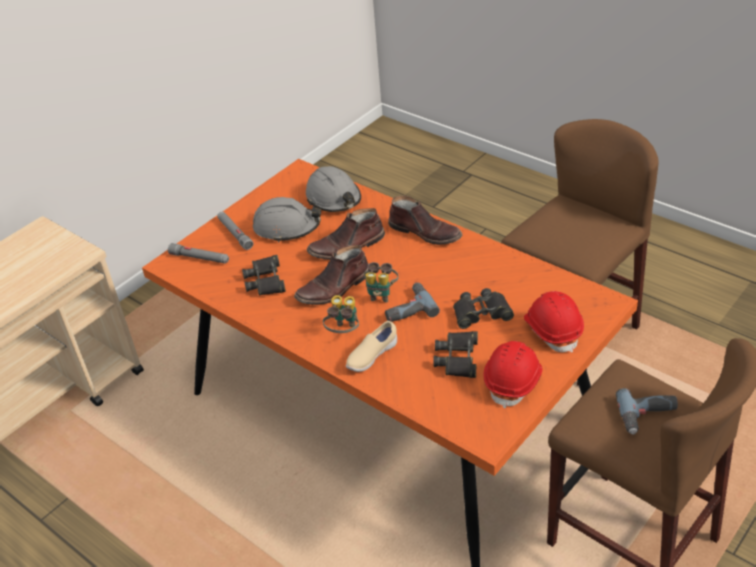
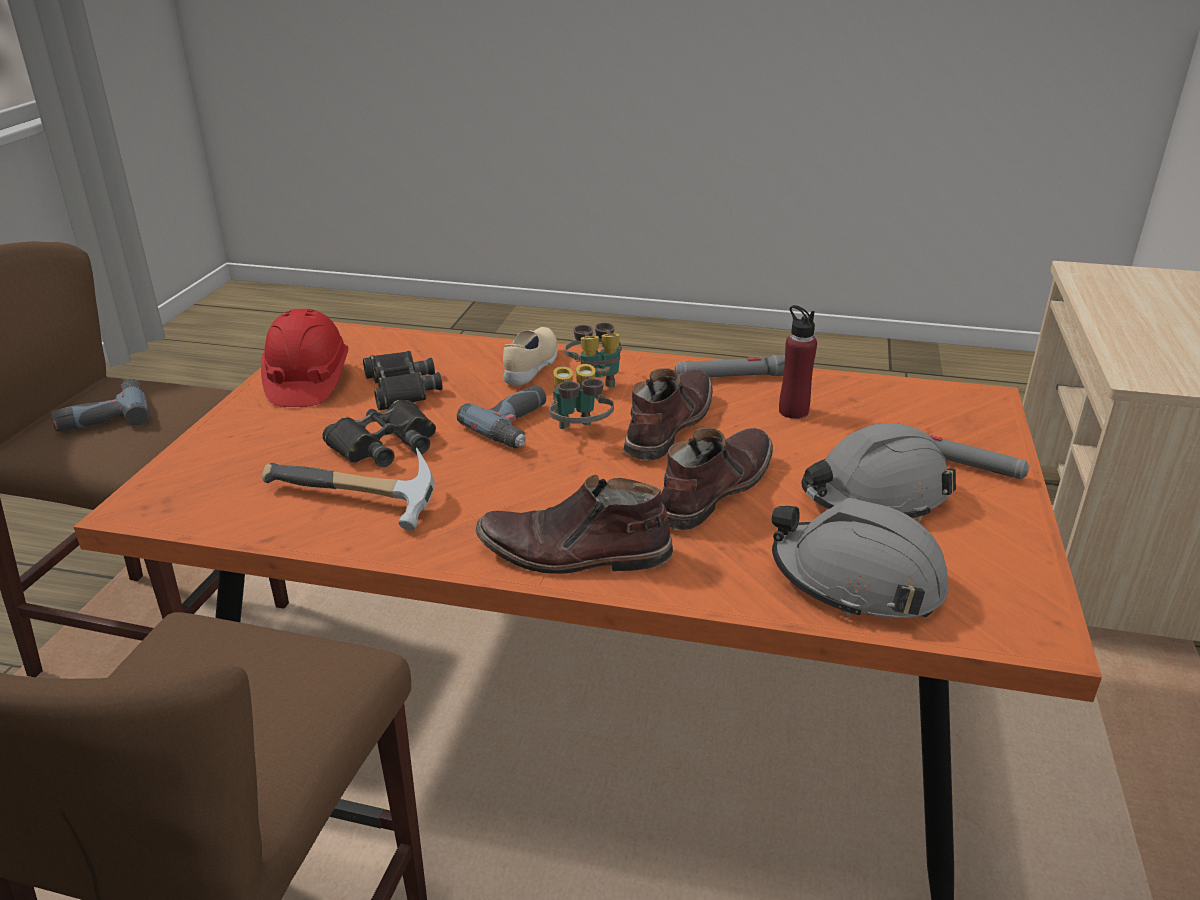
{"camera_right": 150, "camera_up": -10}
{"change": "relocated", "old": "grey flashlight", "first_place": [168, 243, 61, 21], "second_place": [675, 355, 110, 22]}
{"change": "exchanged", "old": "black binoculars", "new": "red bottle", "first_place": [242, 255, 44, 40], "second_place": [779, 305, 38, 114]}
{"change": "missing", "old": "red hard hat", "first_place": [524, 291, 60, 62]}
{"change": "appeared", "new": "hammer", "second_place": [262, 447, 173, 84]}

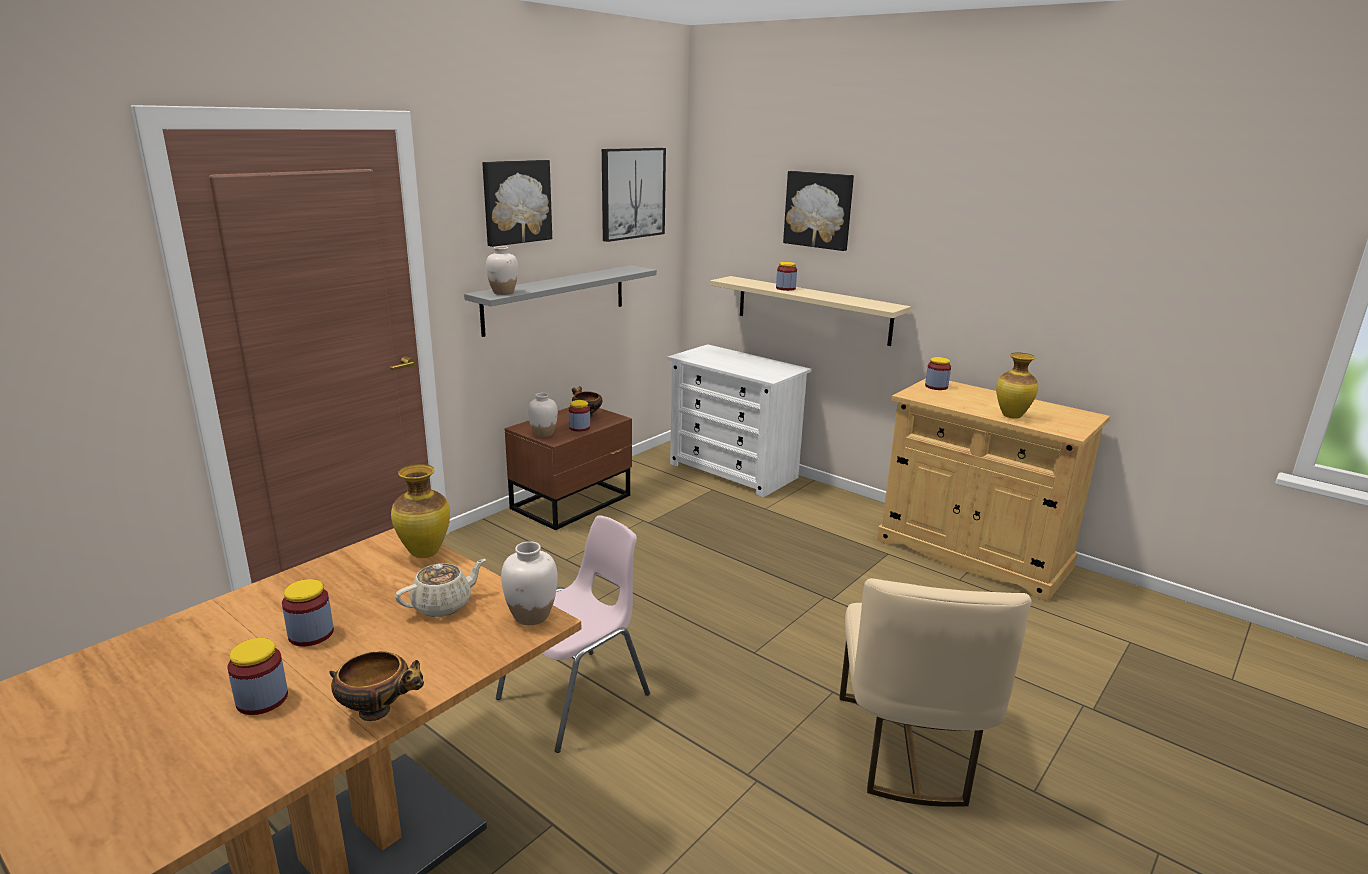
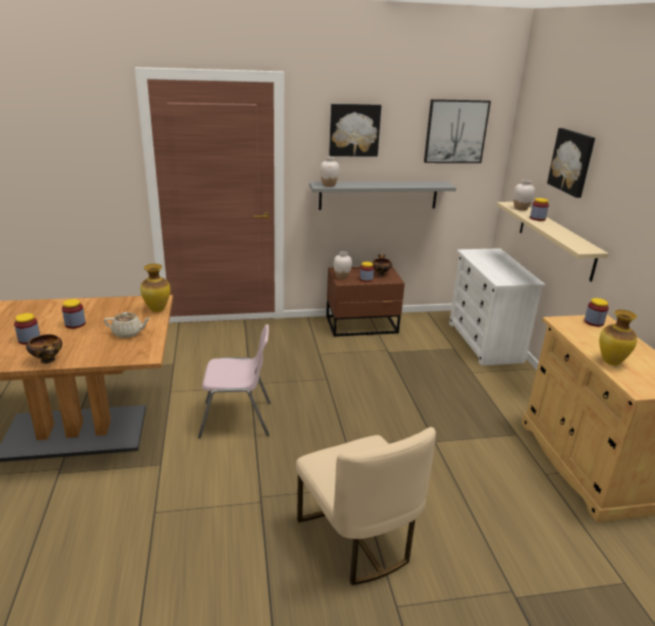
{"camera_right": 40, "camera_up": 5}
{"change": "relocated", "old": "white vase", "first_place": [501, 541, 57, 84], "second_place": [513, 180, 22, 31]}
{"change": "spun", "old": "beige chair", "first_place": [840, 578, 192, 229], "second_place": [296, 427, 140, 158], "degrees": -75}

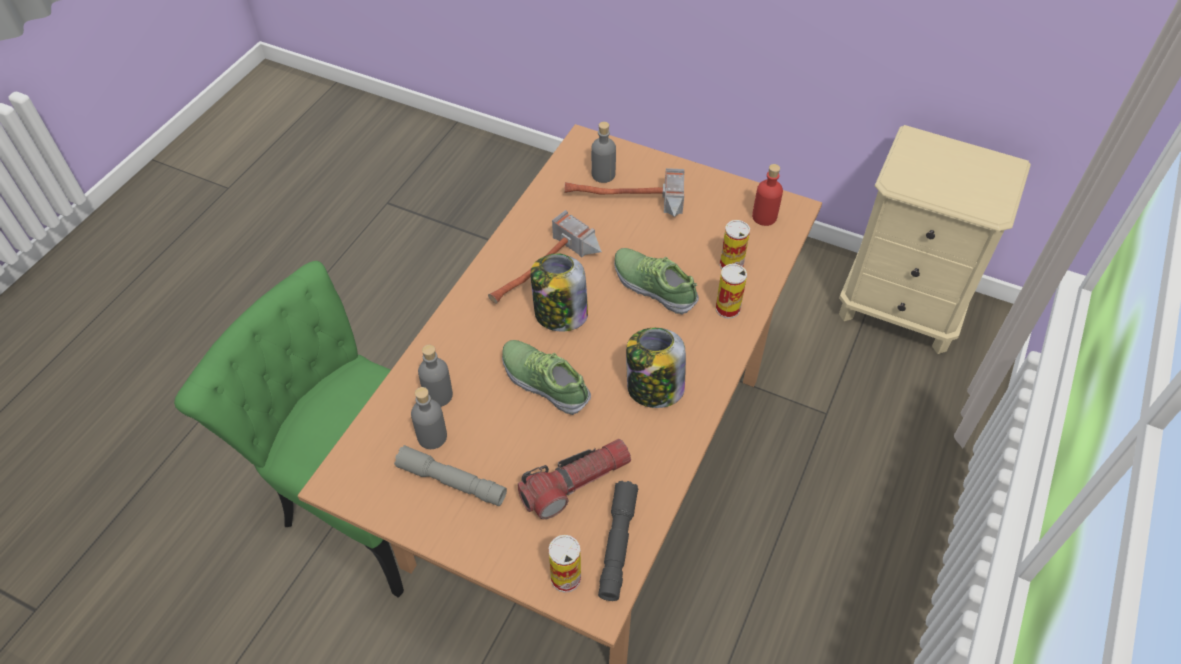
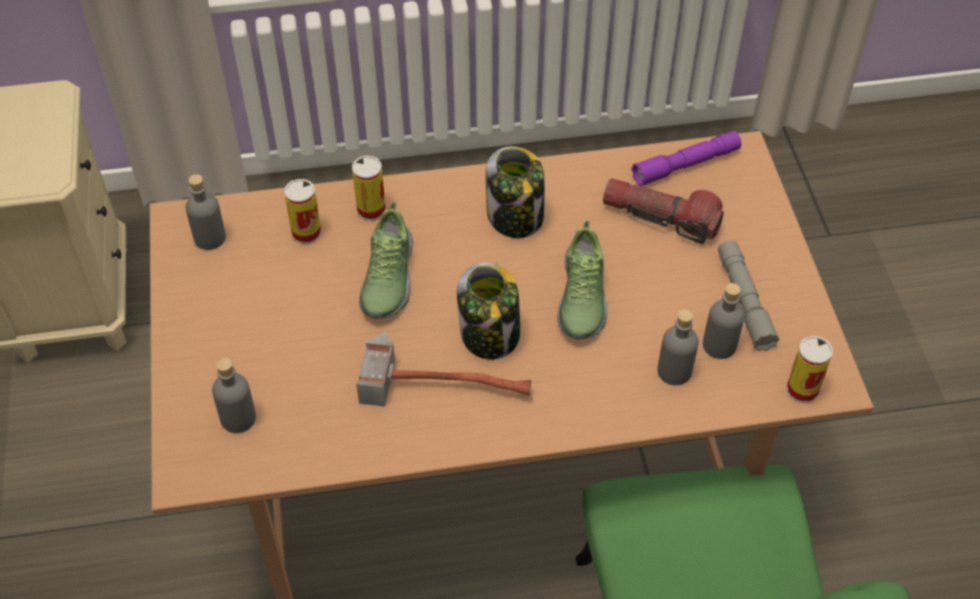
{"camera_right": -125, "camera_up": 0}
{"change": "relocated", "old": "can", "first_place": [548, 535, 33, 58], "second_place": [786, 336, 47, 67]}
{"change": "missing", "old": "hammer", "first_place": [564, 168, 121, 49]}
{"change": "colour", "old": "grey flashlight", "new": "purple flashlight", "first_place": [598, 481, 40, 120], "second_place": [632, 131, 109, 55]}
{"change": "colour", "old": "red bottle", "new": "grey bottle", "first_place": [752, 164, 31, 62], "second_place": [185, 174, 41, 76]}

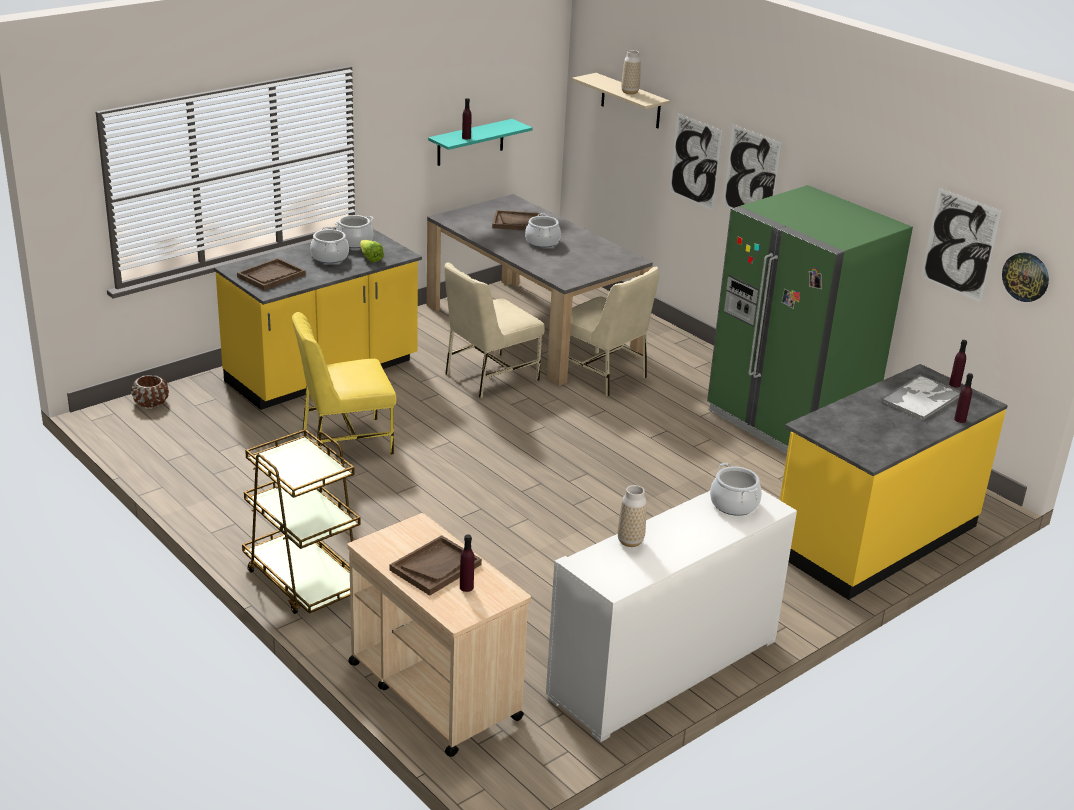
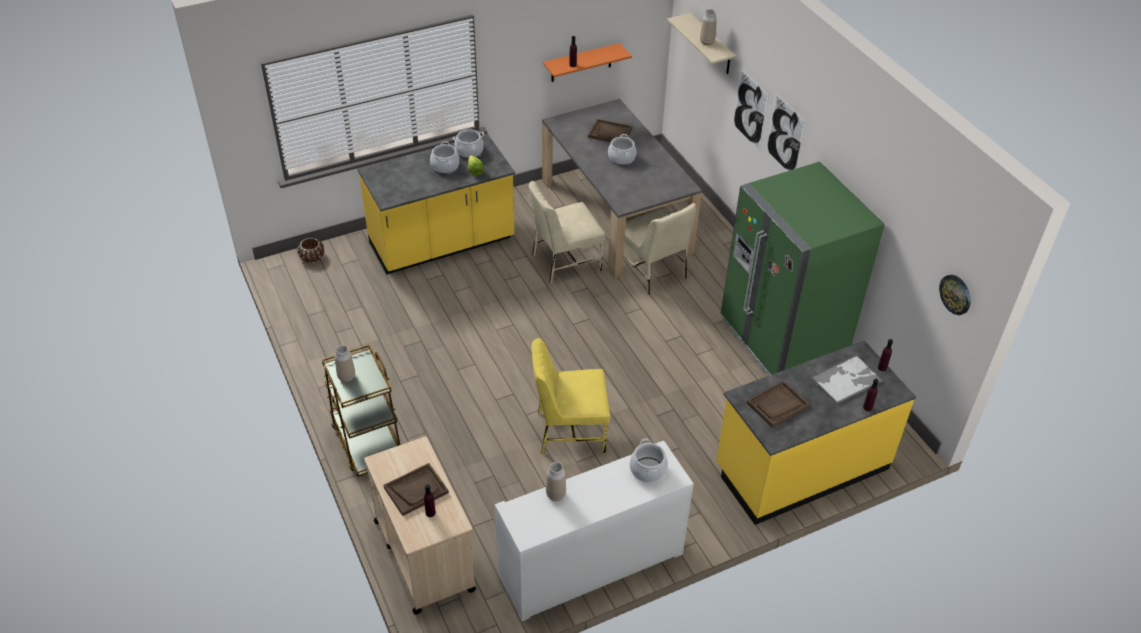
{"camera_right": 15, "camera_up": 15}
{"change": "relocated", "old": "brown tray", "first_place": [237, 258, 69, 32], "second_place": [747, 380, 62, 48]}
{"change": "relocated", "old": "yellow chair", "first_place": [292, 312, 105, 143], "second_place": [531, 338, 79, 116]}
{"change": "colour", "old": "turquoise shelf", "new": "orange shelf", "first_place": [428, 119, 105, 47], "second_place": [543, 43, 89, 39]}
{"change": "missing", "old": "picture", "first_place": [921, 188, 81, 114]}
{"change": "appeared", "new": "vase", "second_place": [335, 345, 20, 37]}

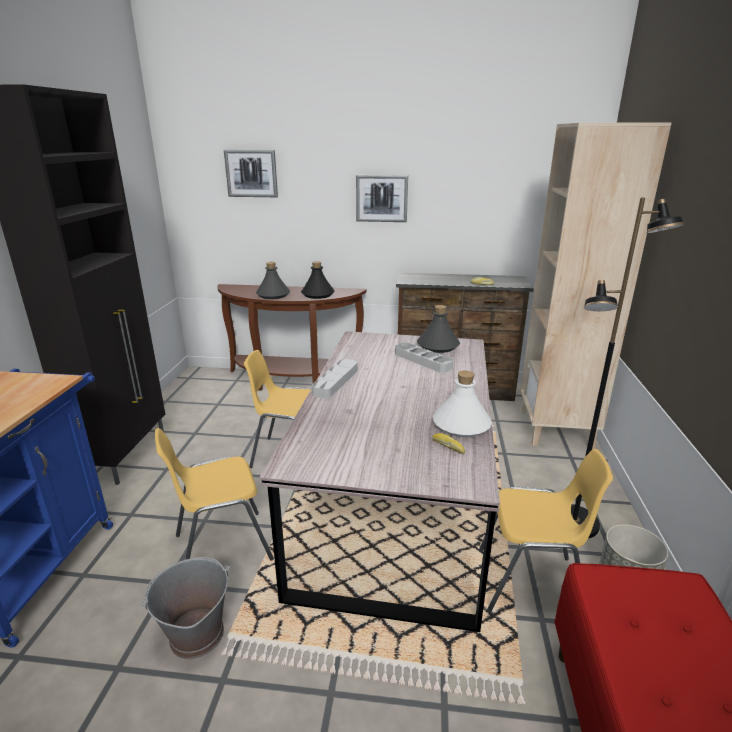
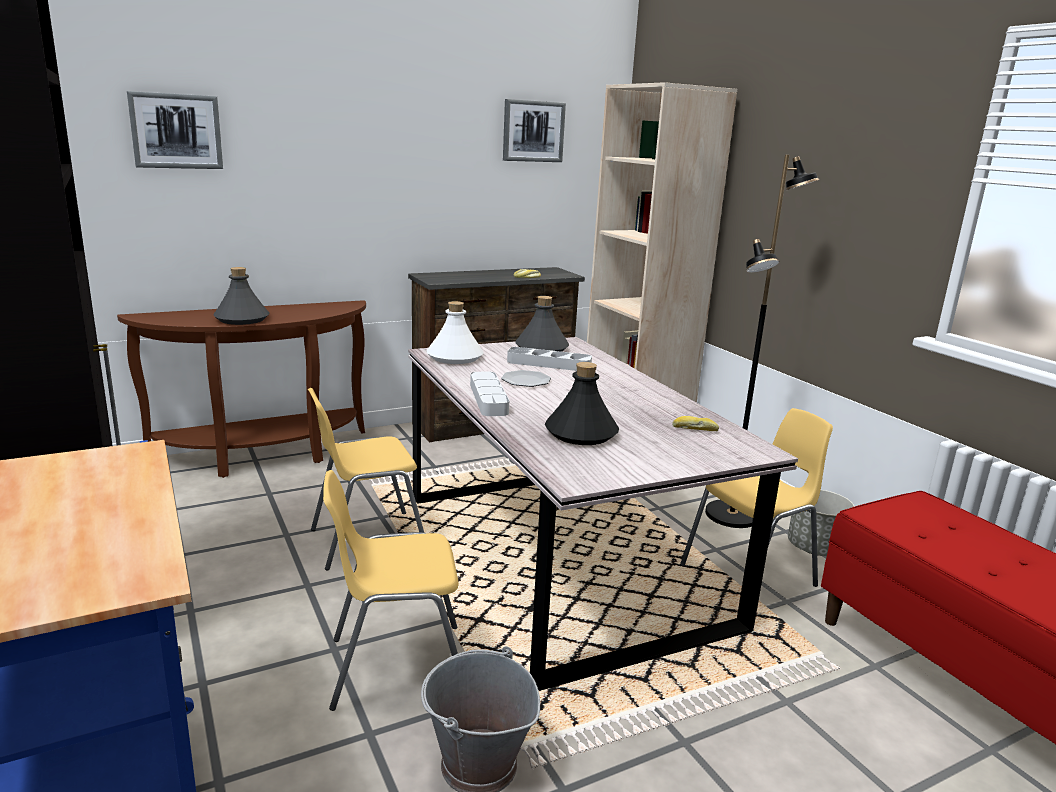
{"camera_right": -35, "camera_up": -5}
{"change": "spun", "old": "yellow chair", "first_place": [155, 428, 119, 133], "second_place": [323, 470, 135, 241], "degrees": 45}
{"change": "relocated", "old": "black bottle", "first_place": [301, 261, 34, 38], "second_place": [545, 362, 74, 83]}
{"change": "relocated", "old": "picture", "first_place": [356, 175, 52, 47], "second_place": [503, 99, 63, 63]}
{"change": "relocated", "old": "white bottle", "first_place": [433, 370, 59, 67], "second_place": [426, 301, 58, 63]}
{"change": "appeared", "new": "plate", "second_place": [501, 370, 50, 17]}

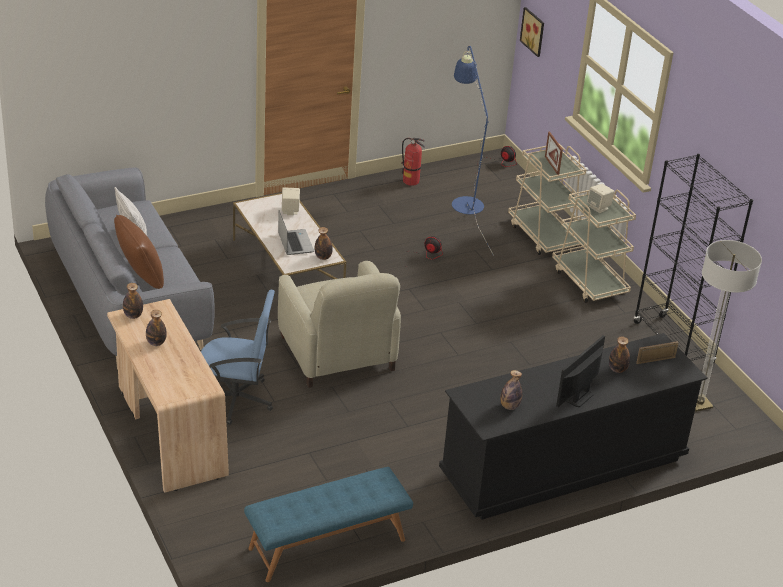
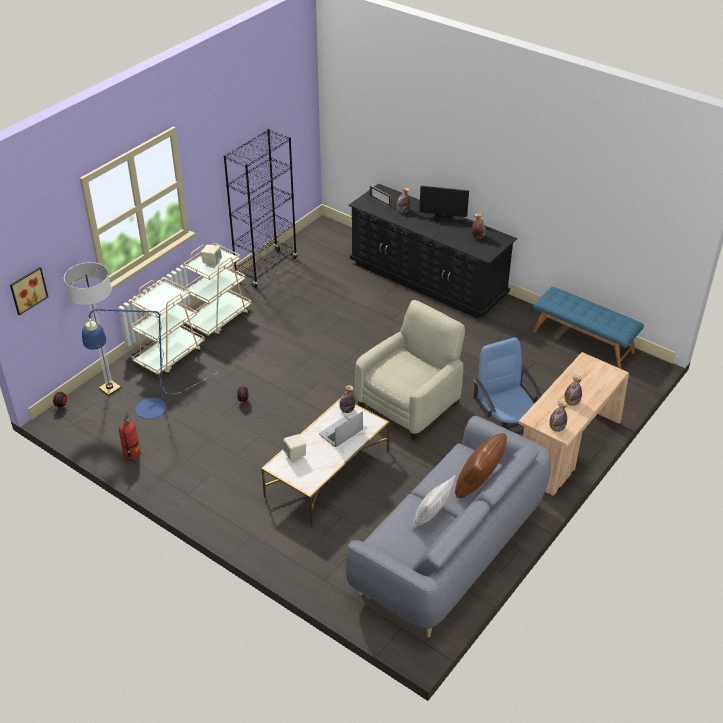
{"camera_right": -115, "camera_up": 5}
{"change": "missing", "old": "picture frame", "first_place": [545, 132, 18, 43]}
{"change": "relocated", "old": "floor lamp", "first_place": [695, 240, 67, 172], "second_place": [64, 262, 57, 134]}

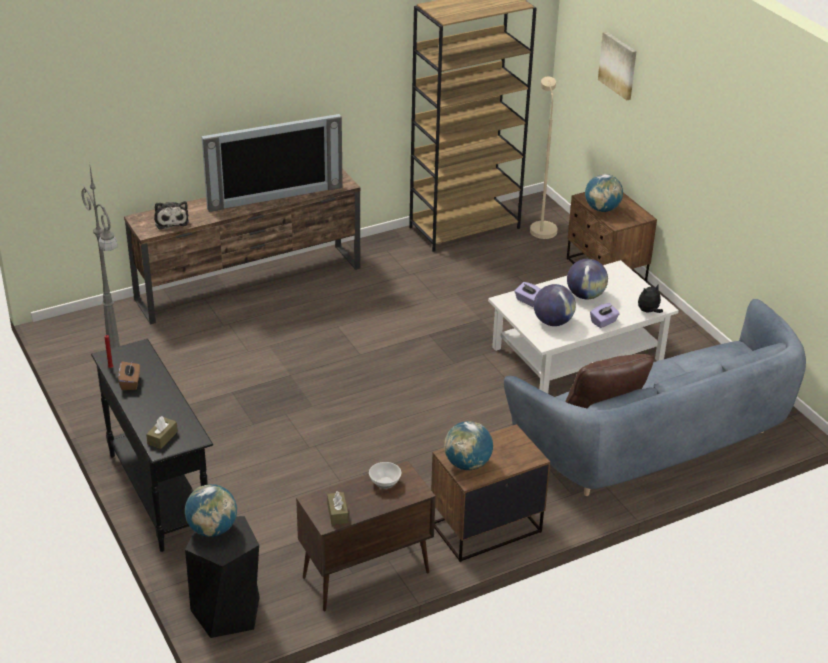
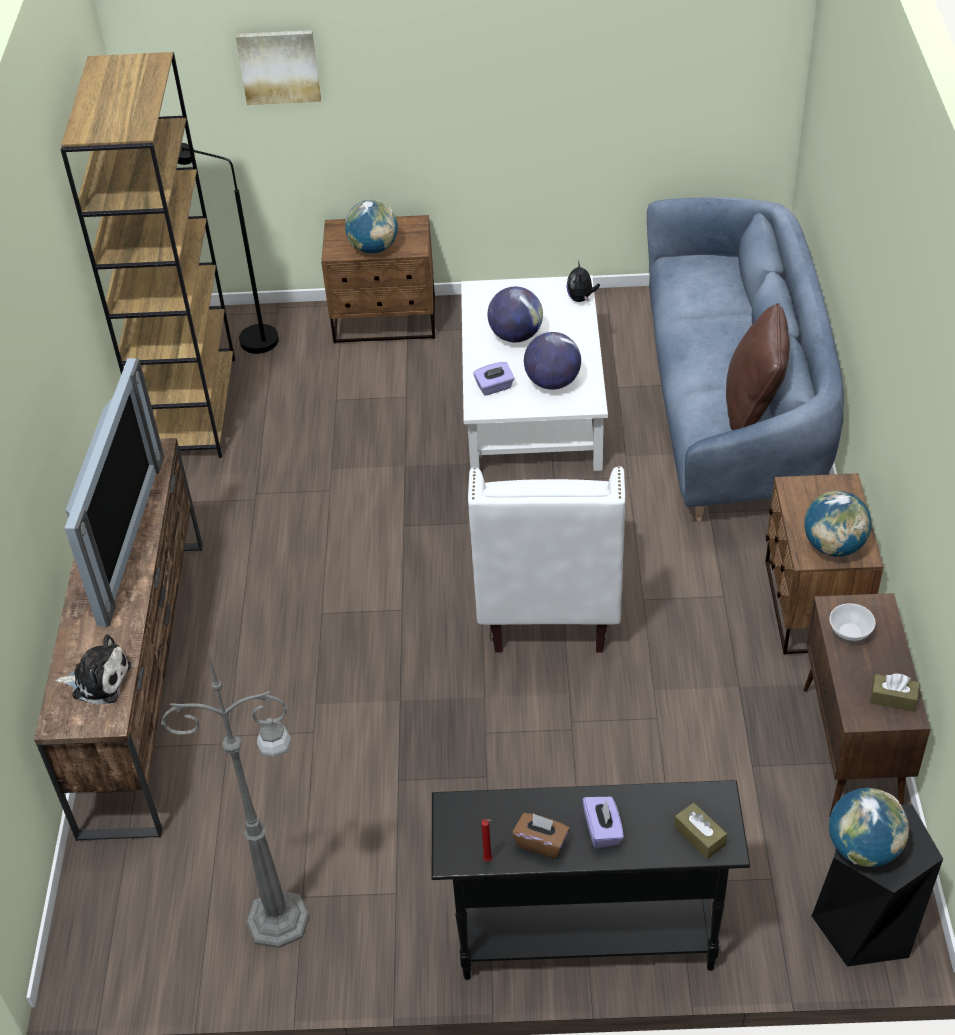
{"camera_right": -60, "camera_up": 10}
{"change": "colour", "old": "beige floor lamp", "new": "black floor lamp", "first_place": [530, 76, 28, 163], "second_place": [178, 143, 101, 211]}
{"change": "relocated", "old": "purple tissue box", "first_place": [590, 303, 30, 25], "second_place": [583, 797, 41, 52]}
{"change": "appeared", "new": "white armchair", "second_place": [468, 466, 157, 187]}

